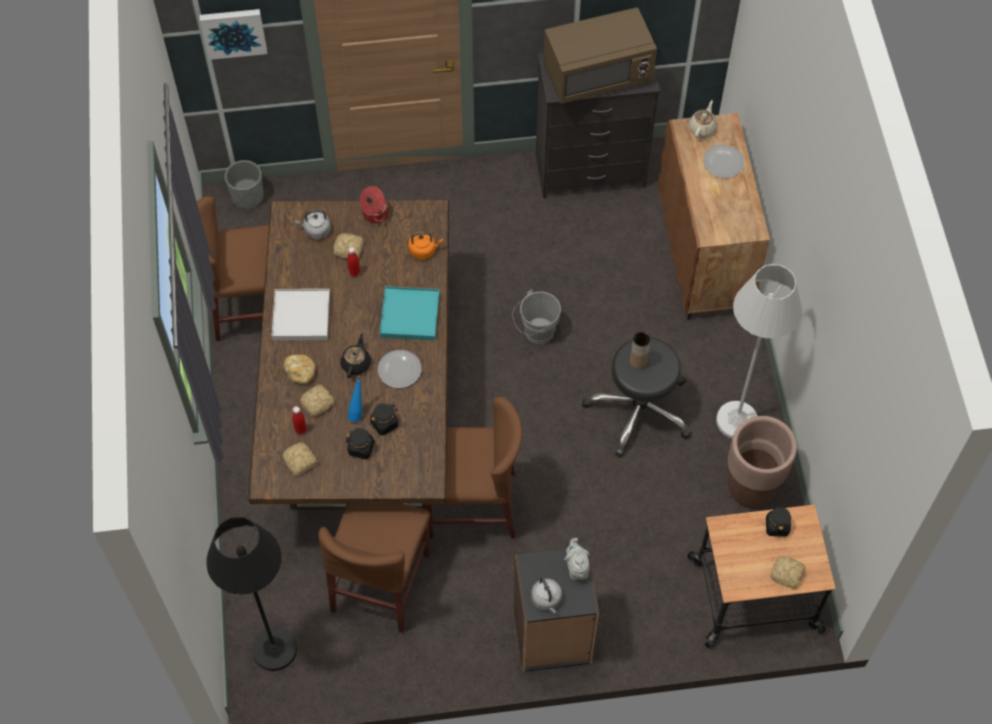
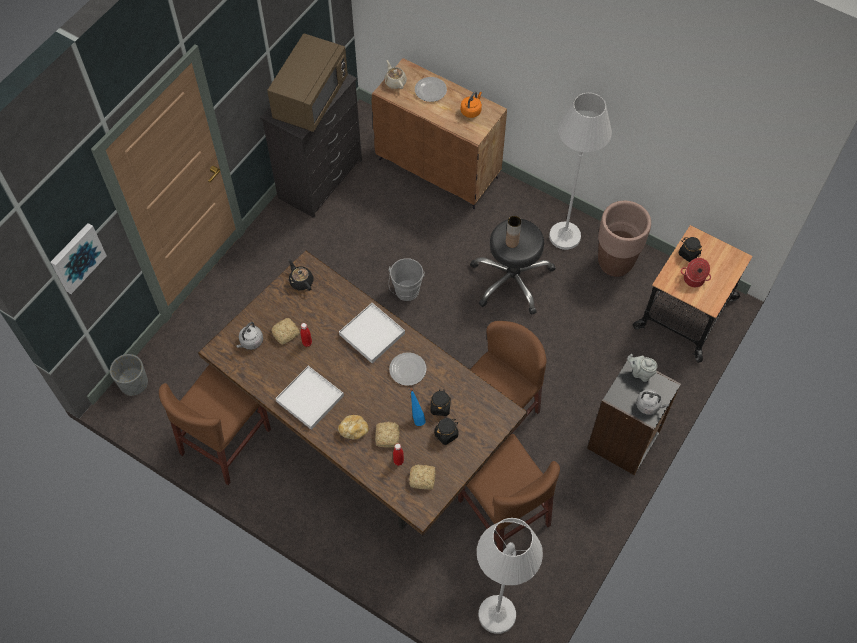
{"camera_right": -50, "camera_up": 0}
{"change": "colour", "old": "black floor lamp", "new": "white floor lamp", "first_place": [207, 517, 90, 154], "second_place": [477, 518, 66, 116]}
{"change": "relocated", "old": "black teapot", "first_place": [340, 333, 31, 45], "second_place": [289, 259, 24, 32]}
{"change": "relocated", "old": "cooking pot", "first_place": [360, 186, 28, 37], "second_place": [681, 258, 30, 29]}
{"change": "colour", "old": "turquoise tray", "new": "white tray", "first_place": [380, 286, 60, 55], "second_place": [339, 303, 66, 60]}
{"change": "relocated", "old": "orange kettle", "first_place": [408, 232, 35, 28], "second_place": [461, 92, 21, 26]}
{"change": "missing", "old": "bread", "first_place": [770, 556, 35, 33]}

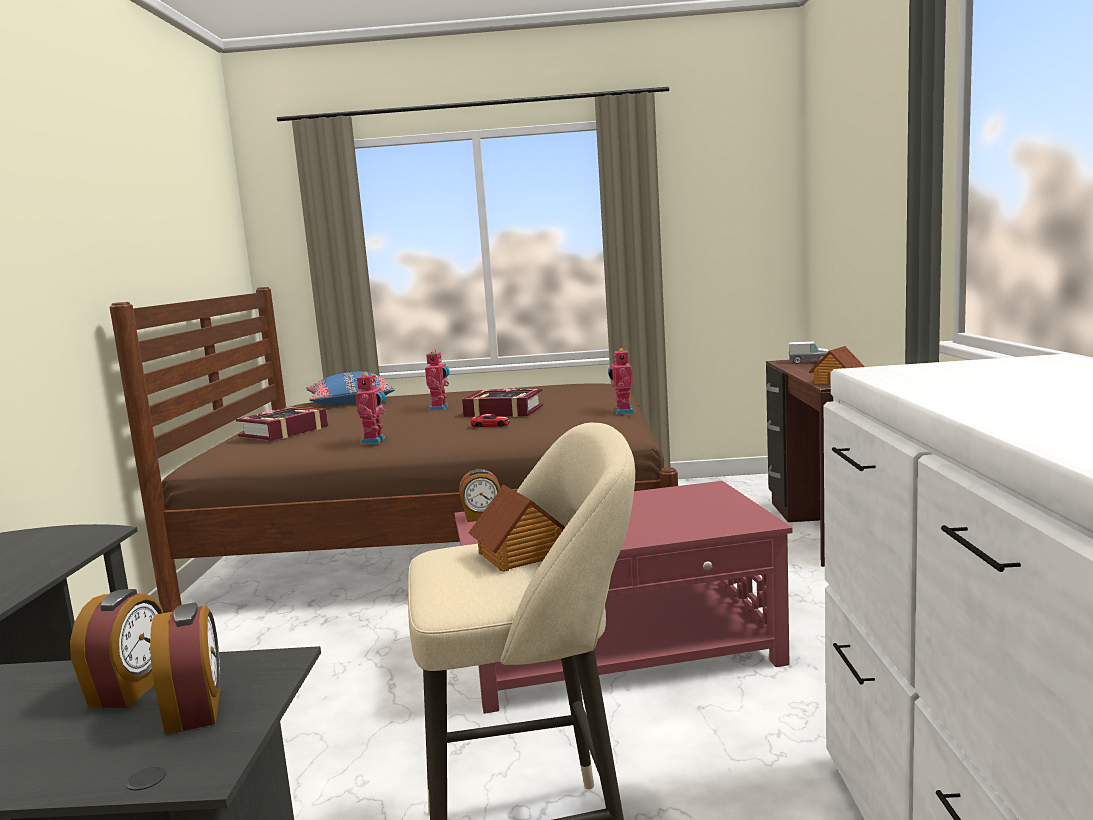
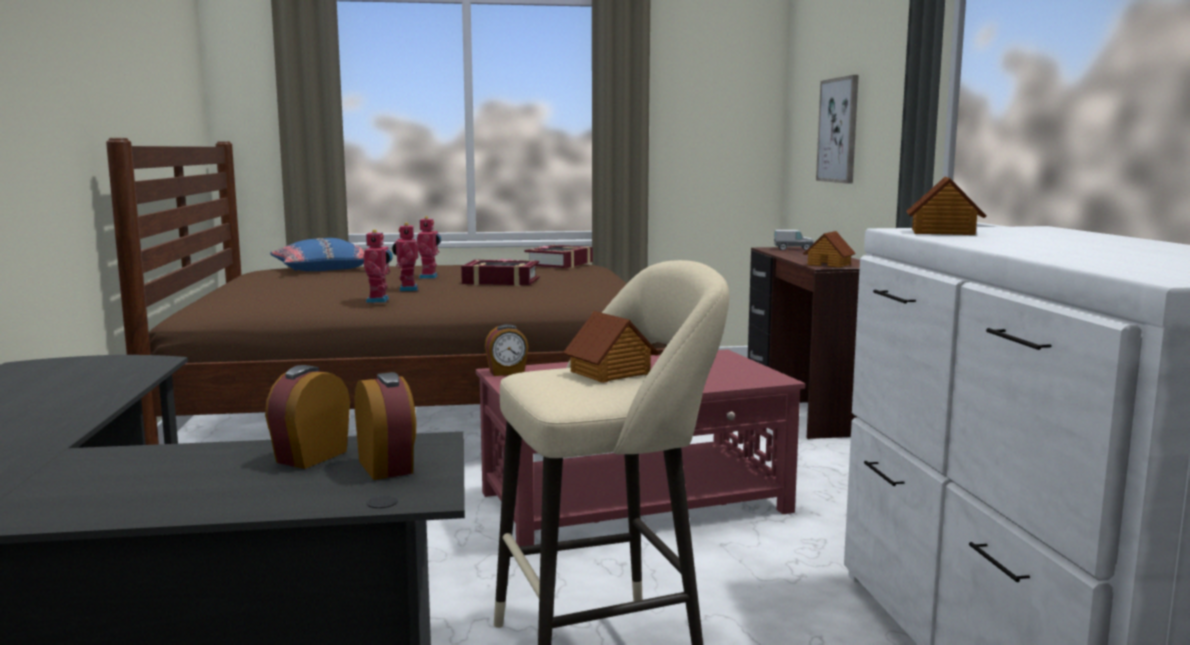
{"camera_right": -10, "camera_up": 0}
{"change": "spun", "old": "alarm clock", "first_place": [70, 589, 93, 119], "second_place": [265, 365, 85, 104], "degrees": -150}
{"change": "relocated", "old": "book", "first_place": [236, 406, 92, 35], "second_place": [524, 245, 69, 23]}
{"change": "missing", "old": "toy car", "first_place": [471, 414, 39, 14]}
{"change": "relocated", "old": "toy robot", "first_place": [608, 348, 26, 66], "second_place": [392, 222, 26, 69]}
{"change": "appeared", "new": "picture", "second_place": [816, 75, 43, 109]}
{"change": "appeared", "new": "toy house", "second_place": [907, 177, 79, 58]}

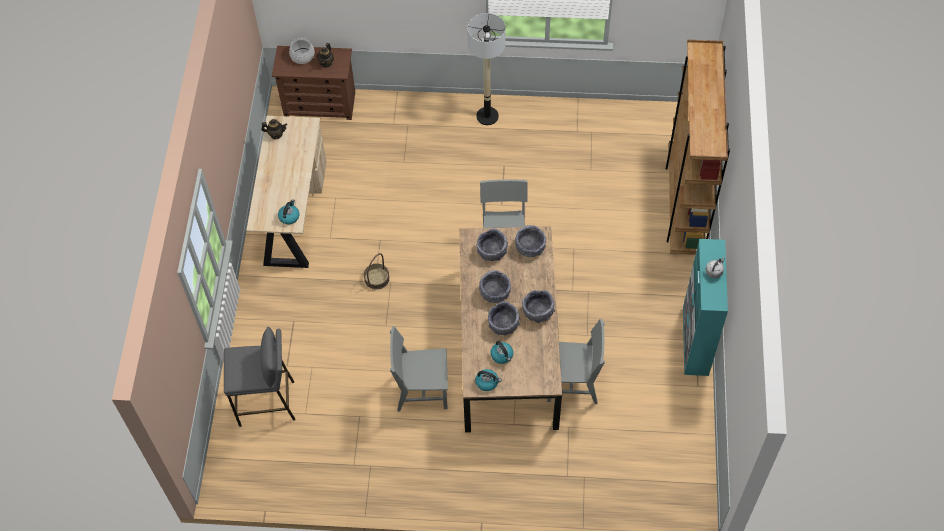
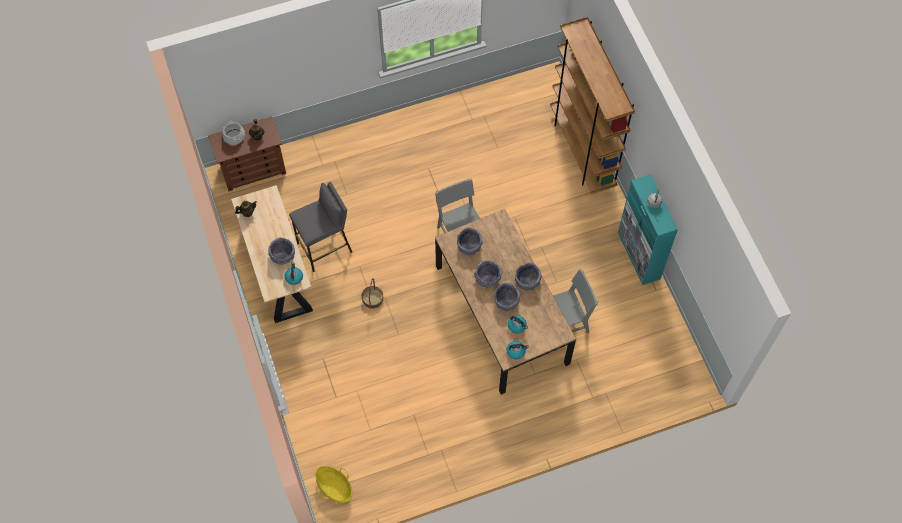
{"camera_right": -25, "camera_up": 5}
{"change": "relocated", "old": "grey stool", "first_place": [224, 327, 71, 100], "second_place": [289, 182, 63, 90]}
{"change": "missing", "old": "grey chair", "first_place": [390, 326, 58, 85]}
{"change": "missing", "old": "floor lamp", "first_place": [467, 13, 39, 112]}
{"change": "relocated", "old": "grey bowl", "first_place": [515, 225, 31, 32], "second_place": [268, 237, 27, 28]}
{"change": "appeared", "new": "basket", "second_place": [316, 466, 36, 37]}

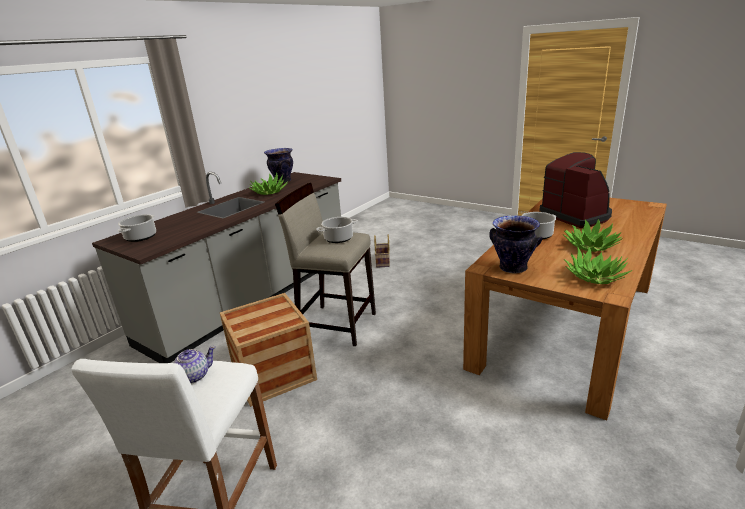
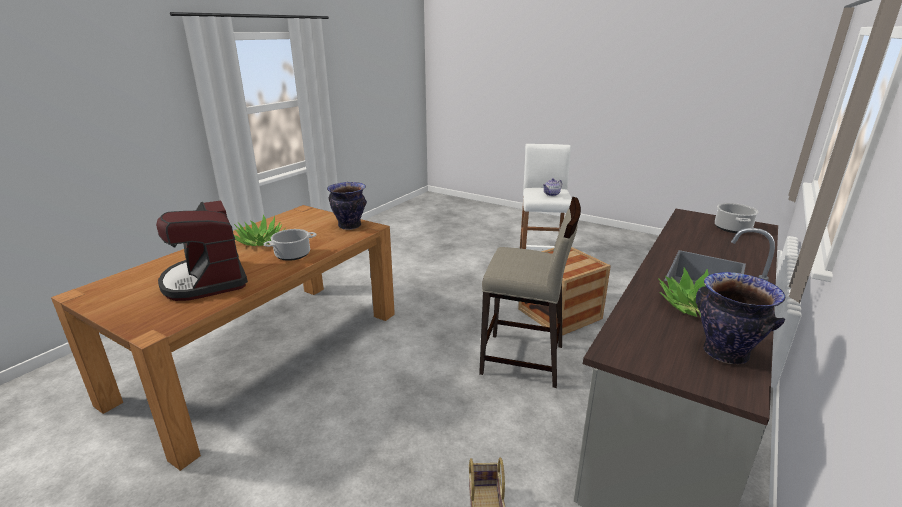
{"camera_right": 175, "camera_up": 0}
{"change": "missing", "old": "cooking pot", "first_place": [316, 217, 42, 26]}
{"change": "missing", "old": "potted plant", "first_place": [564, 246, 68, 38]}

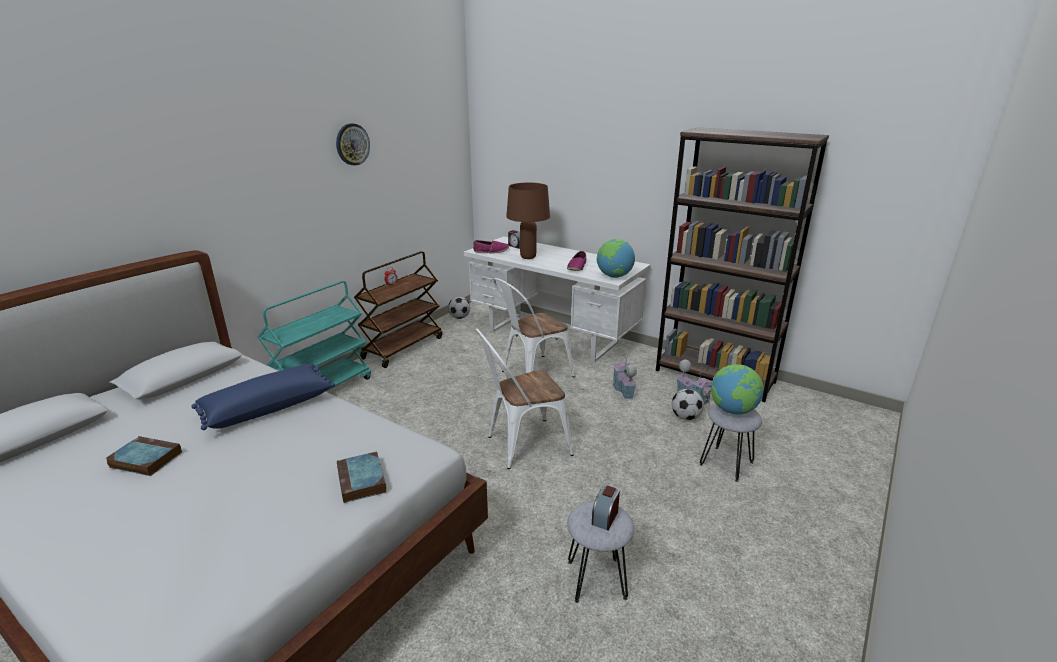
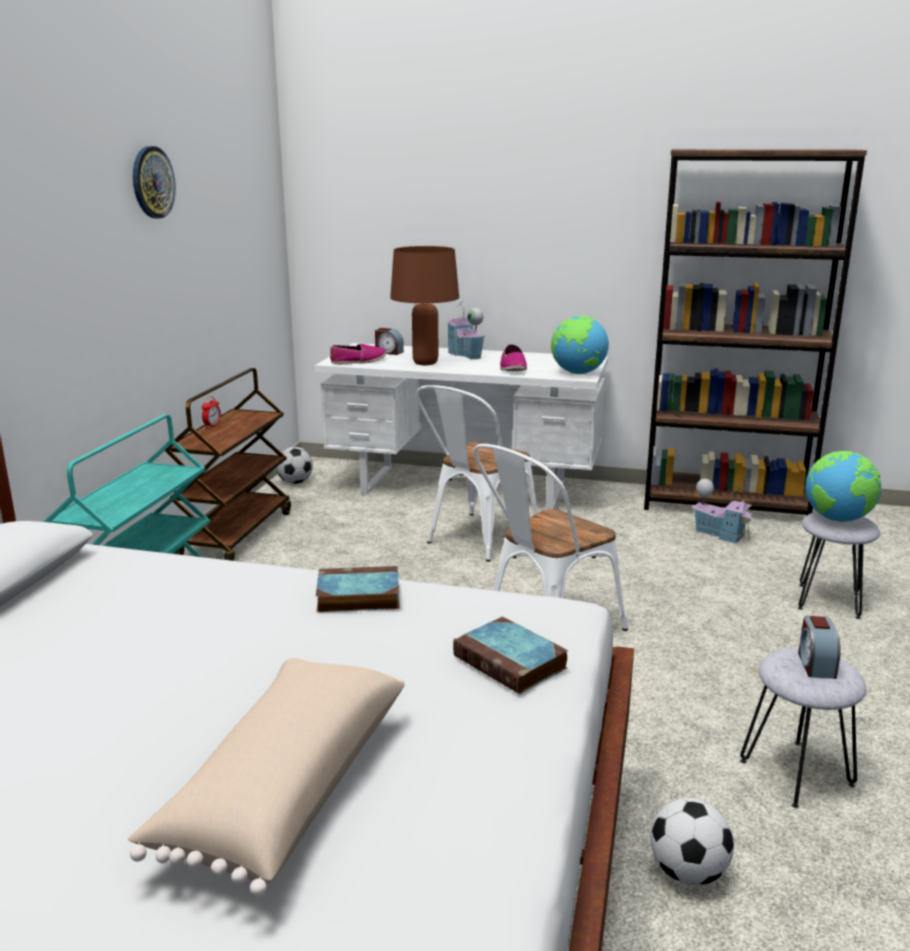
{"camera_right": -20, "camera_up": -5}
{"change": "relocated", "old": "book", "first_place": [105, 436, 77, 40], "second_place": [316, 566, 84, 46]}
{"change": "missing", "old": "blue pillow", "first_place": [191, 364, 144, 66]}
{"change": "relocated", "old": "toy house", "first_place": [613, 354, 24, 45], "second_place": [446, 301, 39, 59]}
{"change": "relocated", "old": "football", "first_place": [672, 389, 32, 31], "second_place": [650, 798, 84, 87]}
{"change": "appeared", "new": "beige pillow", "second_place": [128, 658, 277, 238]}

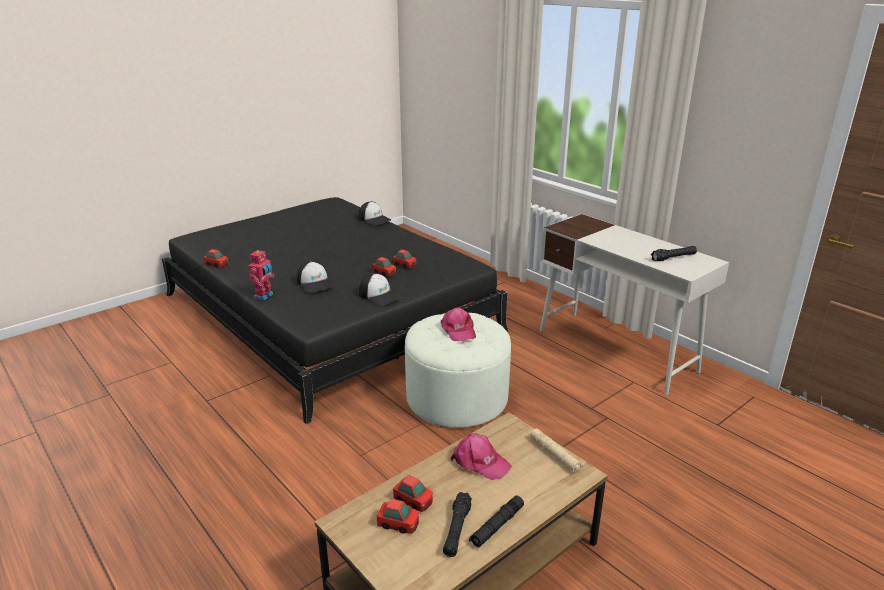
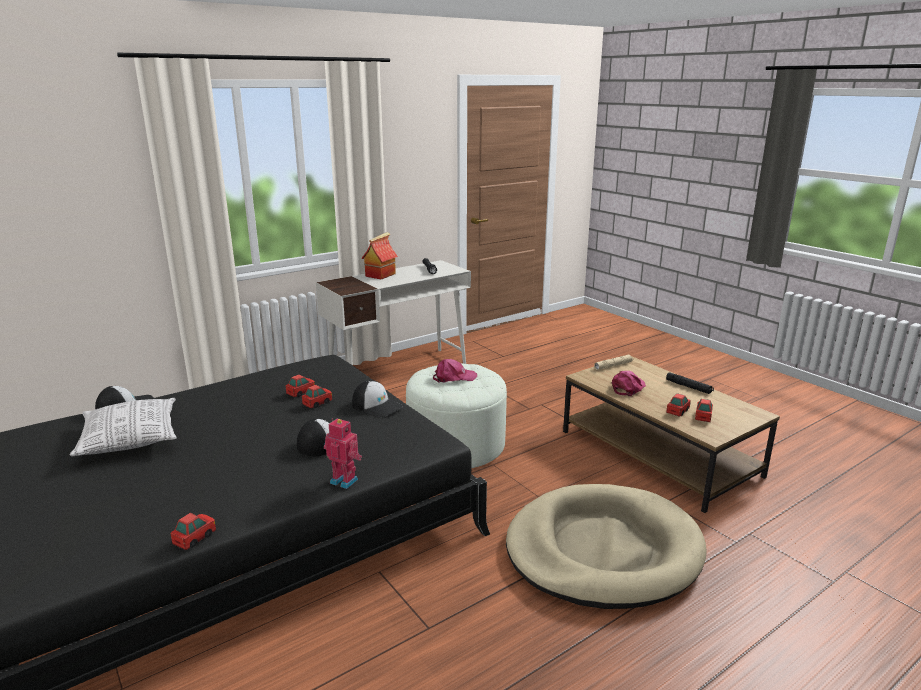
{"camera_right": -85, "camera_up": -5}
{"change": "spun", "old": "cap", "first_place": [359, 273, 42, 33], "second_place": [352, 380, 51, 38], "degrees": 75}
{"change": "missing", "old": "black flashlight", "first_place": [443, 492, 29, 65]}
{"change": "appeared", "new": "pillow", "second_place": [70, 398, 106, 58]}
{"change": "appeared", "new": "toy house", "second_place": [361, 232, 37, 47]}
{"change": "appeared", "new": "beige dog bed", "second_place": [506, 484, 201, 125]}

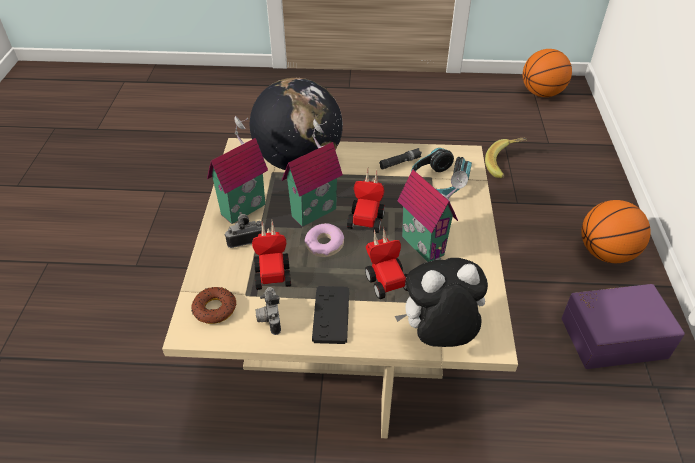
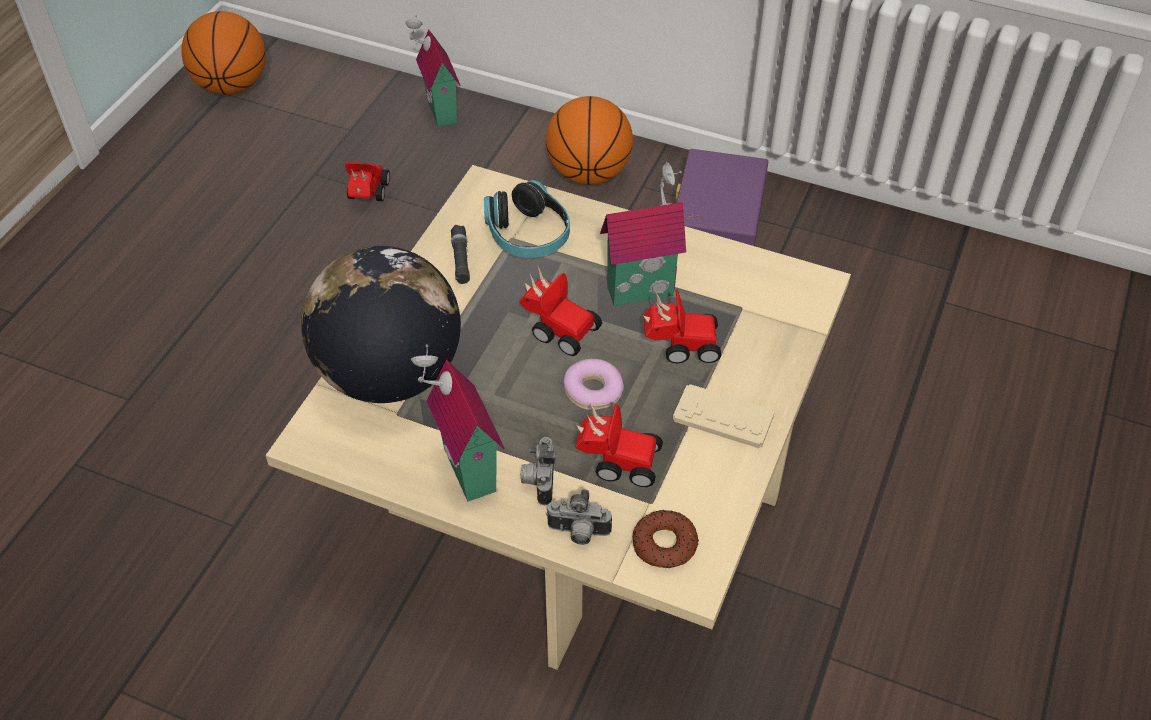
{"camera_right": -70, "camera_up": 5}
{"change": "relocated", "old": "photo camera", "first_place": [255, 287, 26, 48], "second_place": [546, 489, 66, 56]}
{"change": "relocated", "old": "toy house", "first_place": [282, 118, 61, 109], "second_place": [405, 15, 56, 112]}
{"change": "colour", "old": "black game controller", "new": "beige game controller", "first_place": [312, 286, 37, 58], "second_place": [673, 384, 102, 64]}
{"change": "missing", "old": "plush toy", "first_place": [395, 258, 93, 89]}
{"change": "exchanged", "old": "banana", "new": "toy car", "first_place": [485, 138, 42, 40], "second_place": [345, 162, 45, 39]}

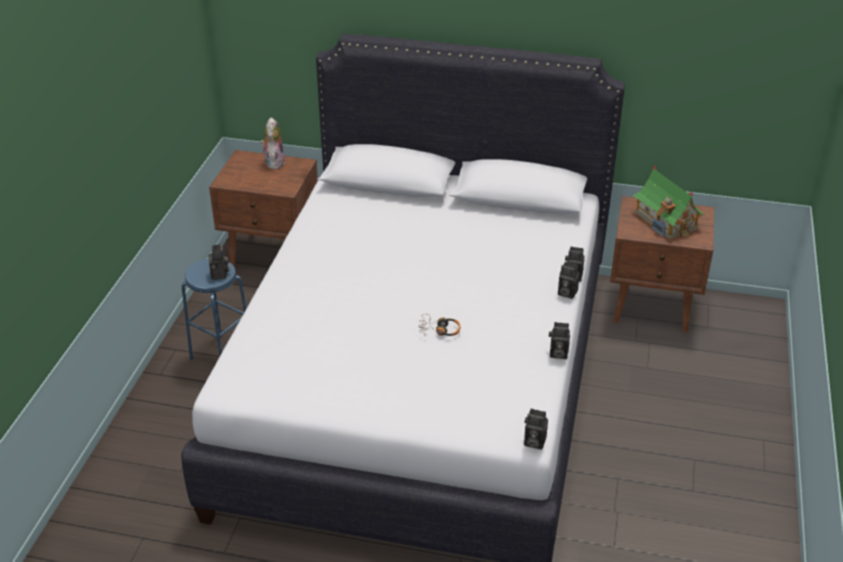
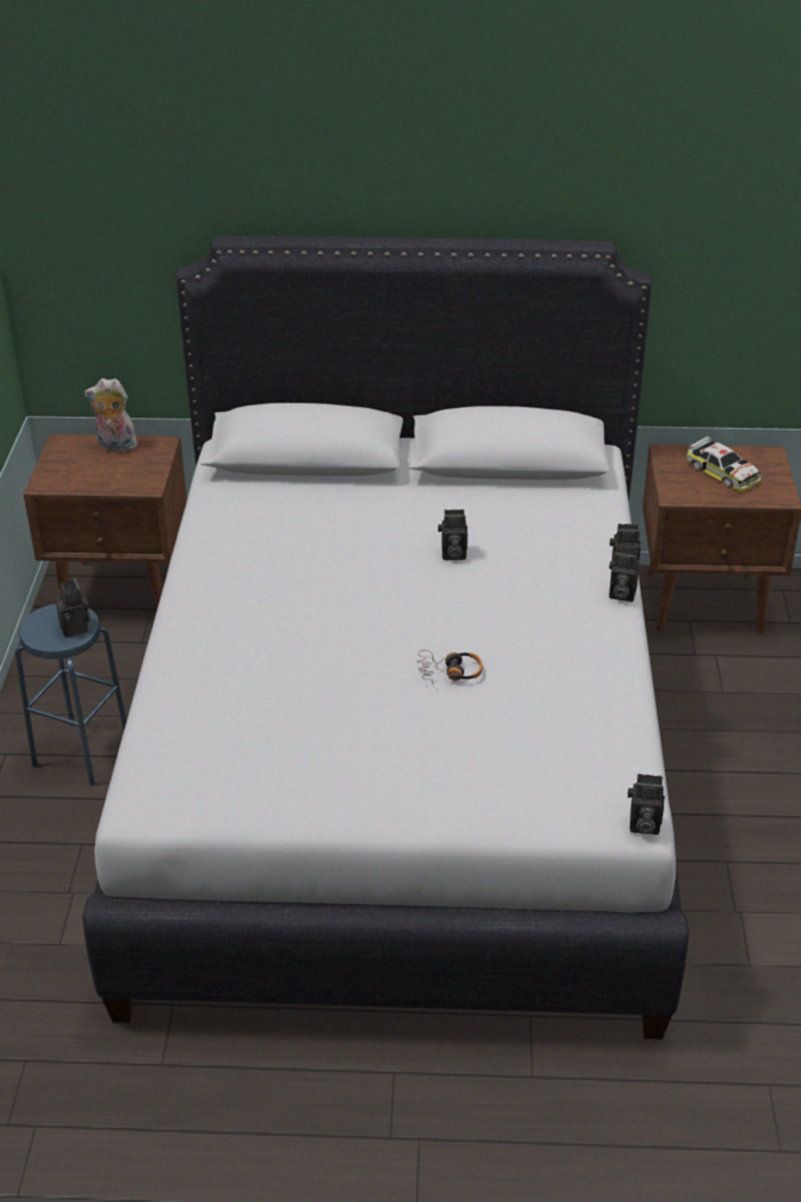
{"camera_right": -10, "camera_up": 0}
{"change": "spun", "old": "plush toy", "first_place": [261, 117, 24, 52], "second_place": [84, 378, 54, 74], "degrees": -75}
{"change": "relocated", "old": "photo camera", "first_place": [549, 322, 21, 37], "second_place": [438, 509, 30, 51]}
{"change": "exchanged", "old": "toy house", "new": "toy car", "first_place": [632, 165, 73, 74], "second_place": [686, 436, 75, 56]}

